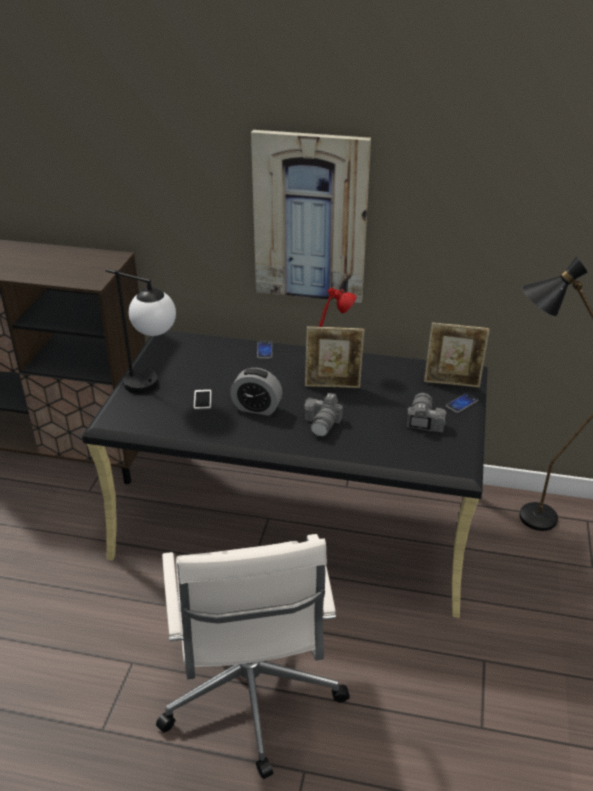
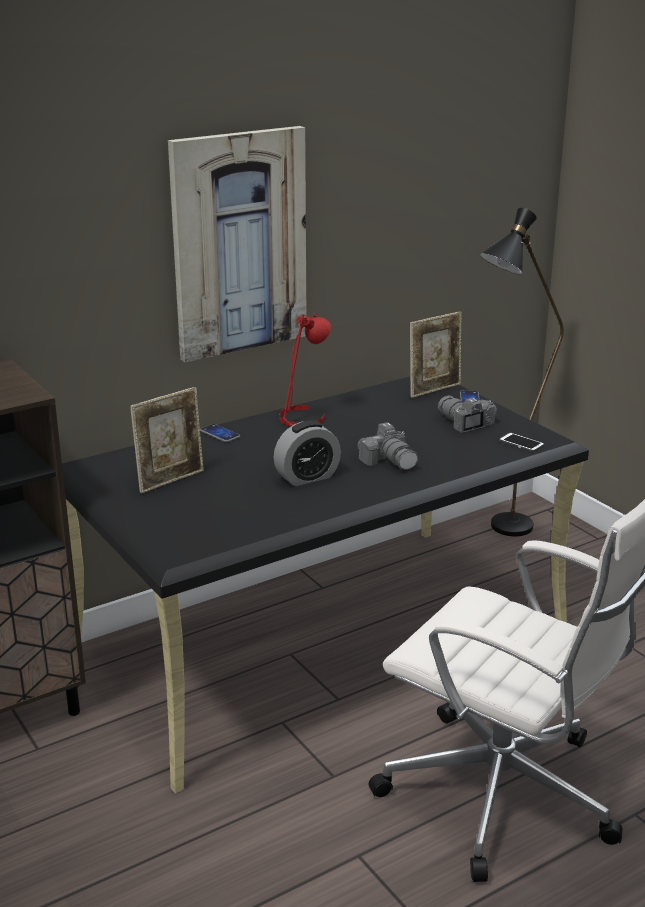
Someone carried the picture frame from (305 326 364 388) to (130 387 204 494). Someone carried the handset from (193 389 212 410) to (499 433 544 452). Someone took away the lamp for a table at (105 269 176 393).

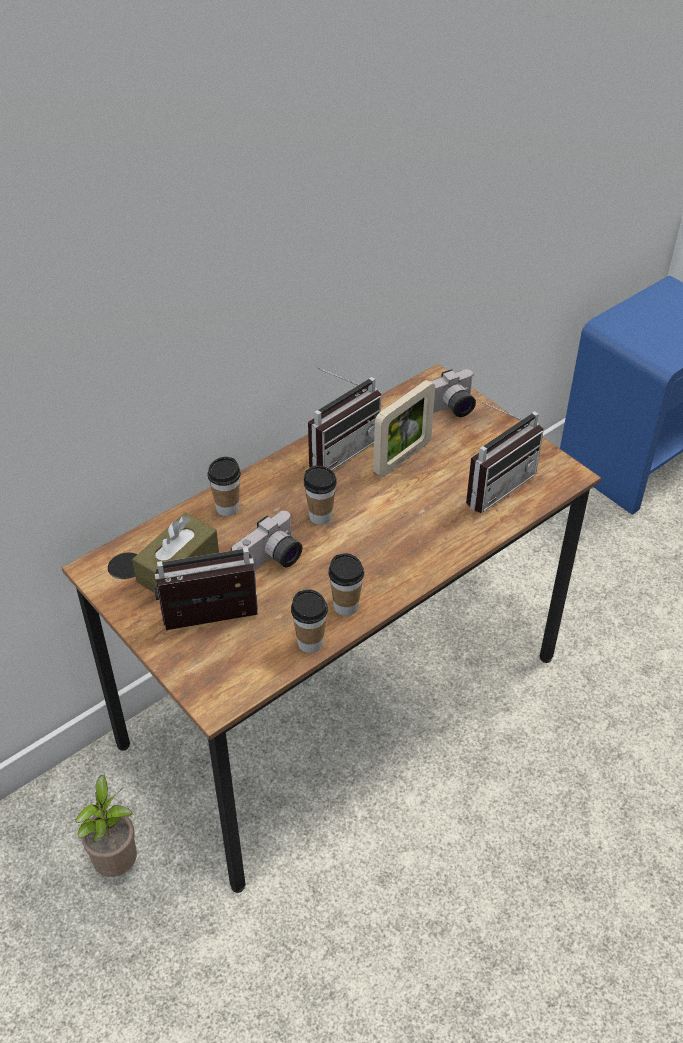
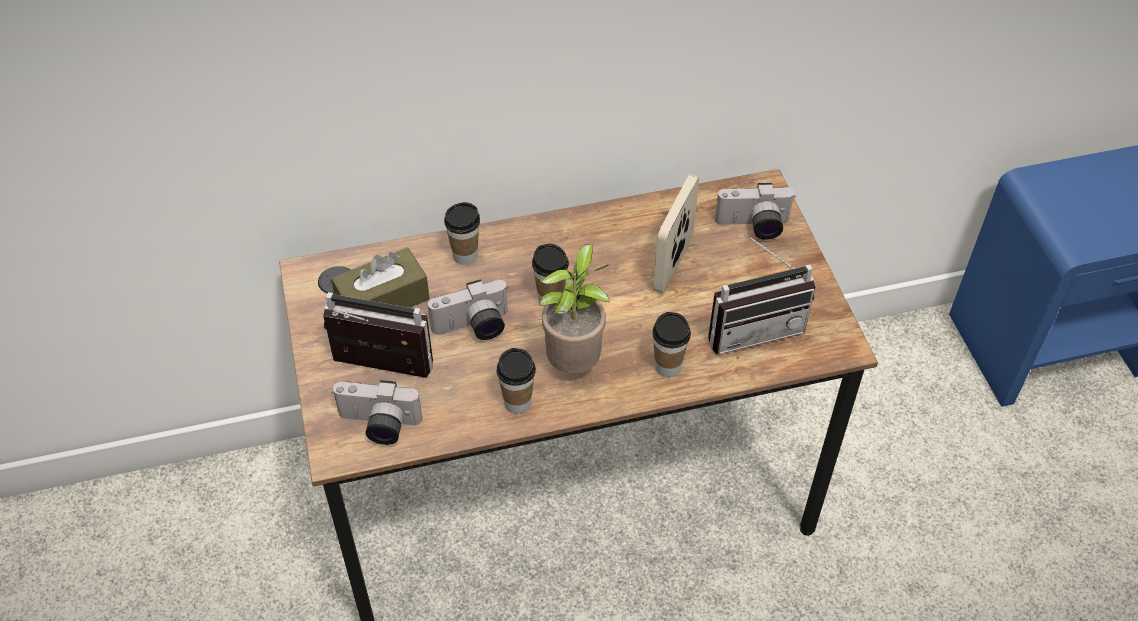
Someone put down the still camera at (333 380 422 445). Someone carried the potted plant from (74 775 137 877) to (539 244 610 373). Someone carried the small cup from (291 589 328 653) to (652 312 691 377). Someone rotated the picture frame at (373 380 435 477) by 135 degrees clockwise. Someone took away the radio receiver at (308 367 381 470).

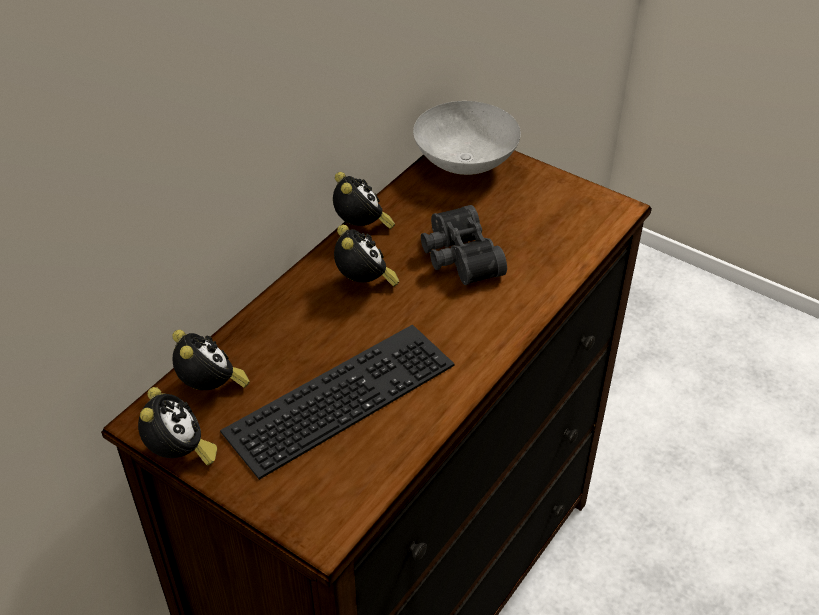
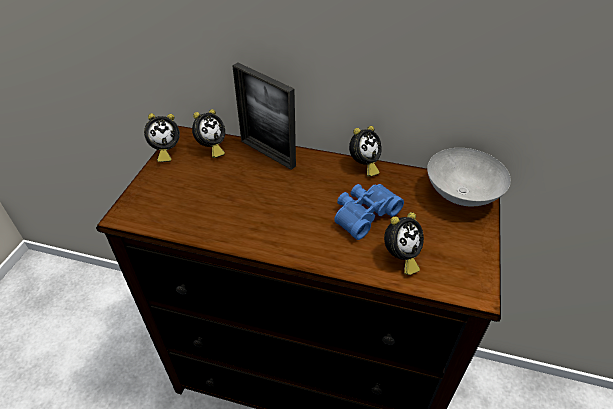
Someone put down the picture frame at (232 63 296 170). Someone repainted the blackish pair of binoculars at (421 205 507 285), which became the blue pair of binoculars at (334 184 404 240). Someone carried the bedside clock from (334 224 399 287) to (384 212 424 275). Someone took away the computer keyboard at (220 324 454 480).

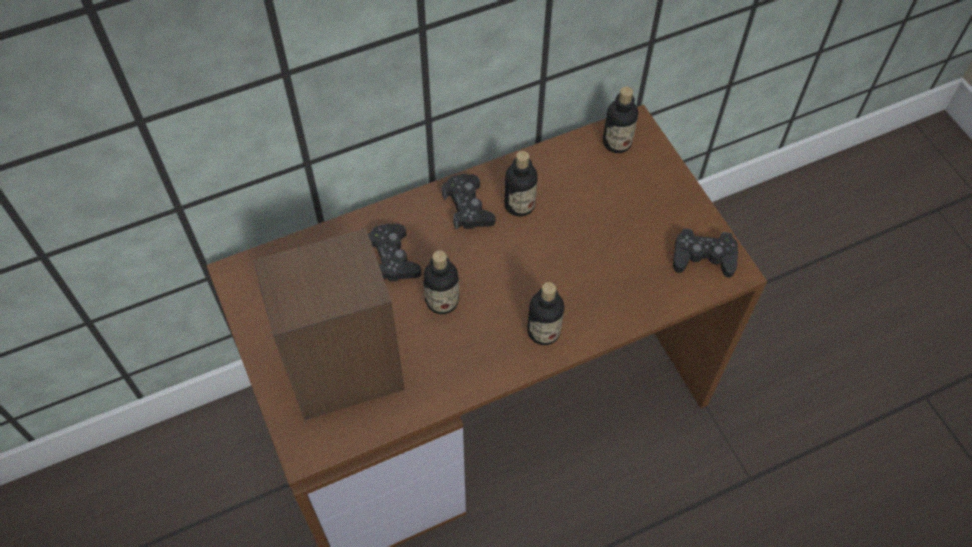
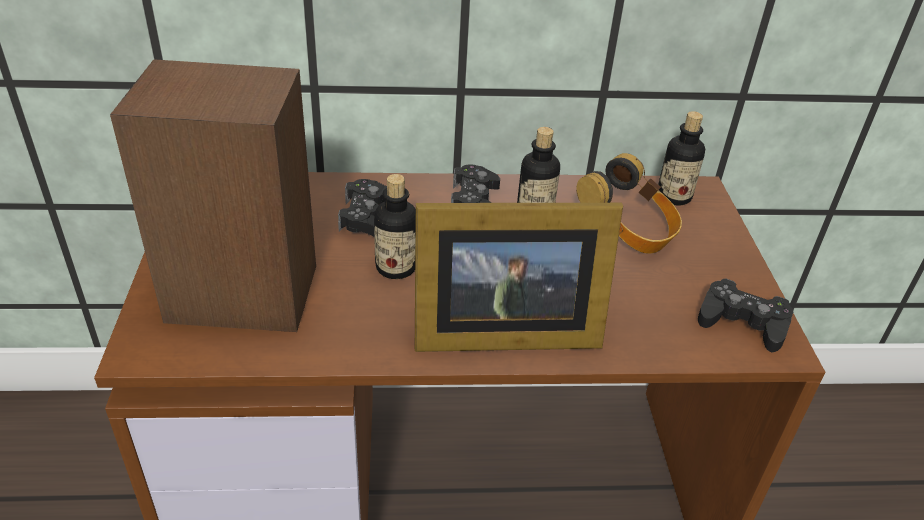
Someone swapped the drink bottle at (527 282 564 345) for the picture frame at (415 203 623 352). Someone put down the pair of headphones at (576 153 682 254).

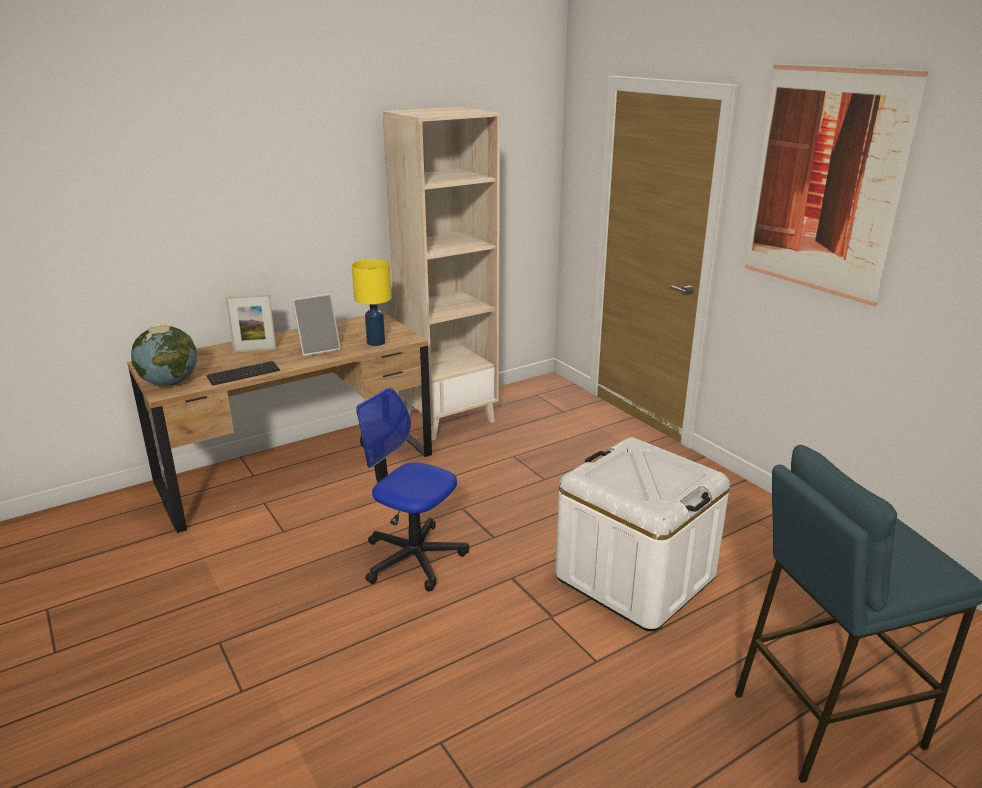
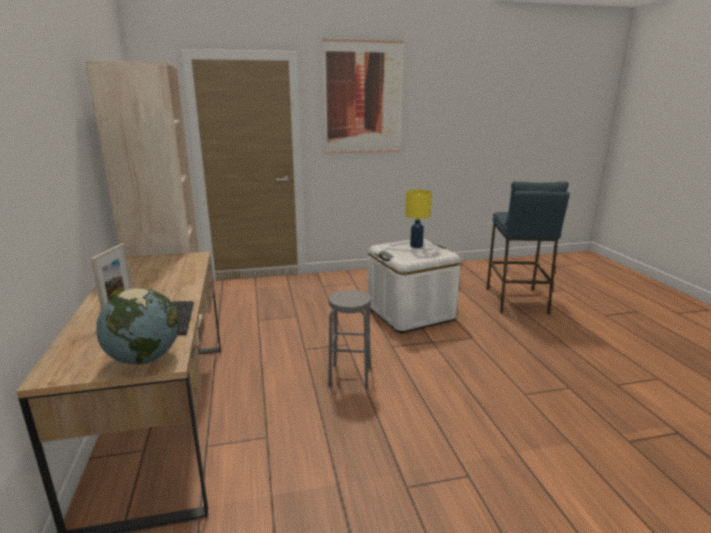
Someone swapped the office chair at (356 388 469 591) for the grey stool at (328 290 371 390). Someone carried the yellow-coloured lamp for a table from (352 259 392 346) to (405 190 432 248). Someone took away the picture frame at (292 294 341 356).

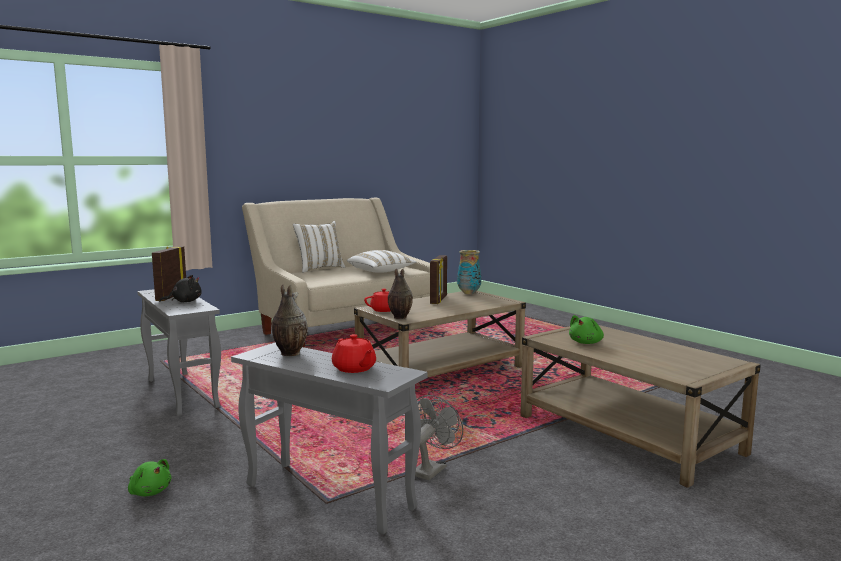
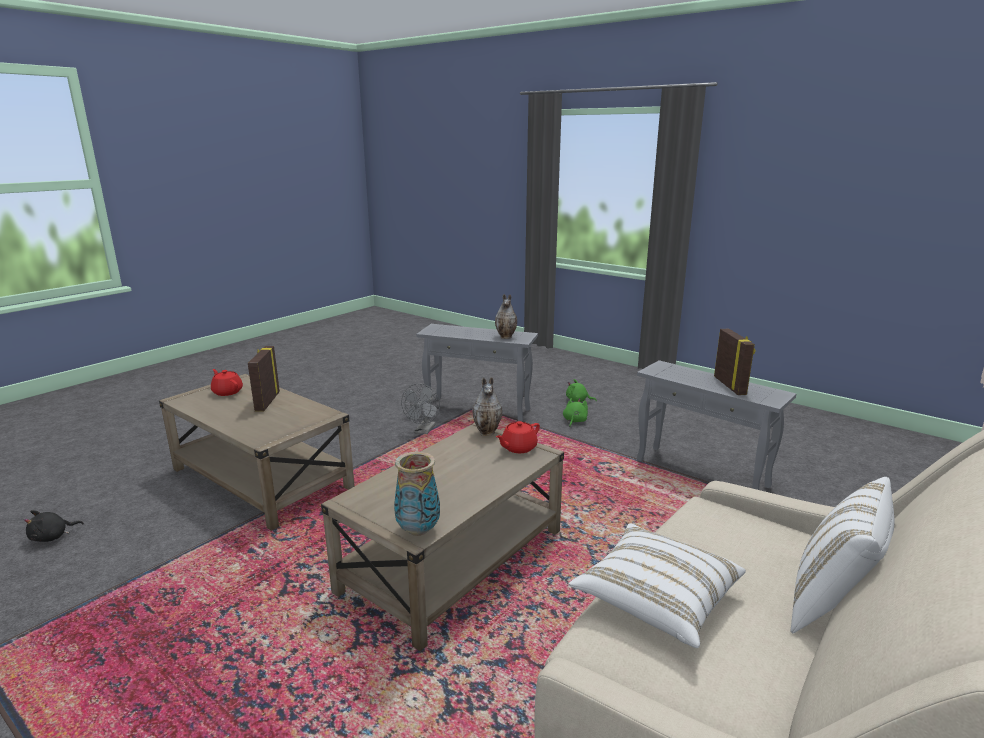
Someone carried the blackish plush toy from (159 275 202 303) to (24 510 84 542). Someone carried the red tea pot from (332 334 376 373) to (211 369 243 396). Someone carried the picture frame from (430 255 447 304) to (248 346 280 411). Someone carried the green plush toy from (569 315 604 344) to (563 398 588 427).

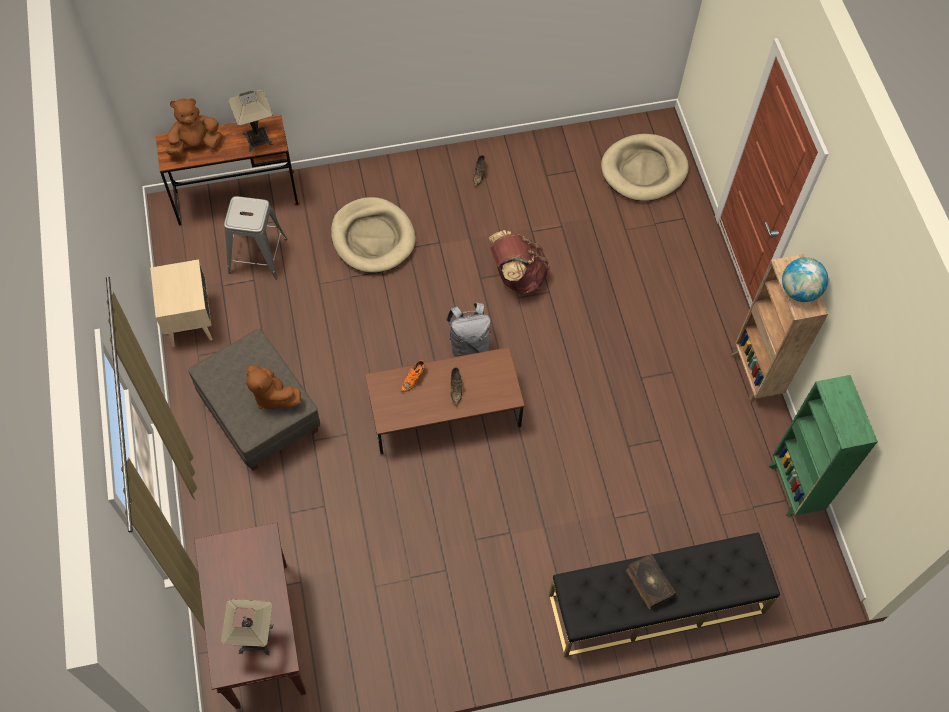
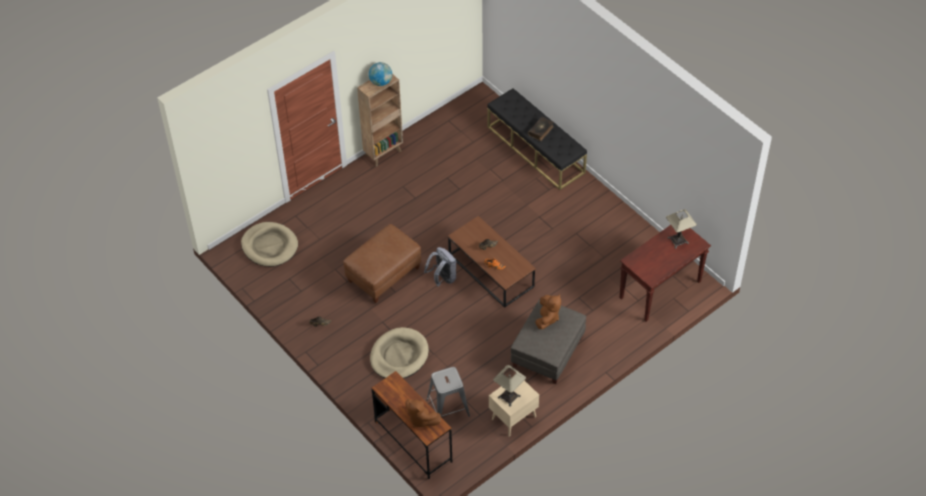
Someone swapped the brown backpack at (488 230 550 295) for the brown pouffe at (343 224 421 303). Someone carried the lamp for a table from (228 90 273 152) to (493 365 526 407). Someone took away the green bookcase at (768 375 878 518).

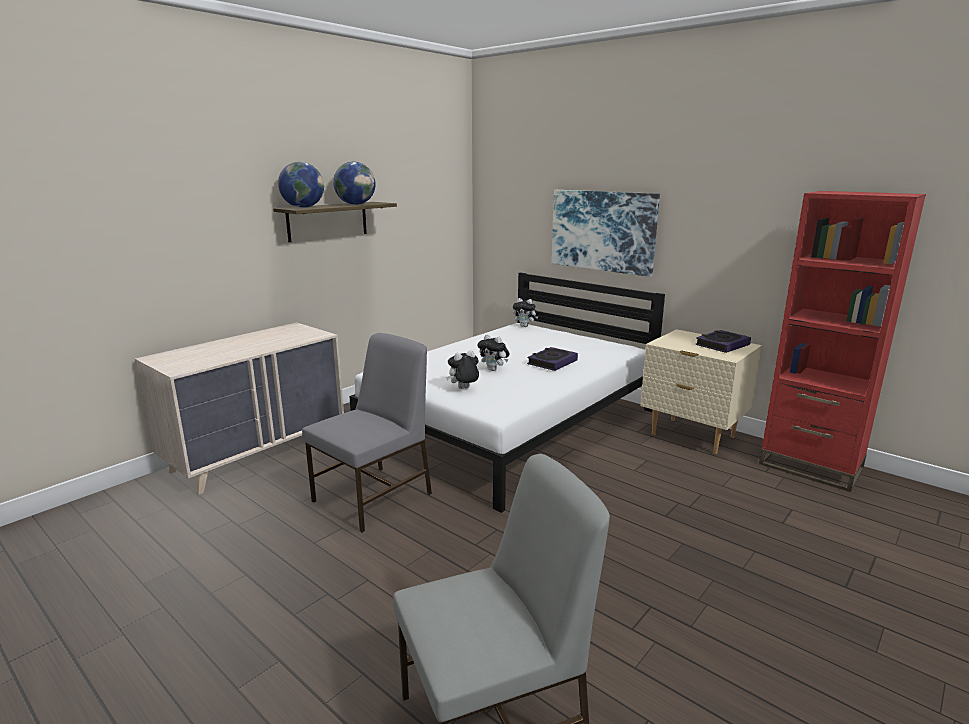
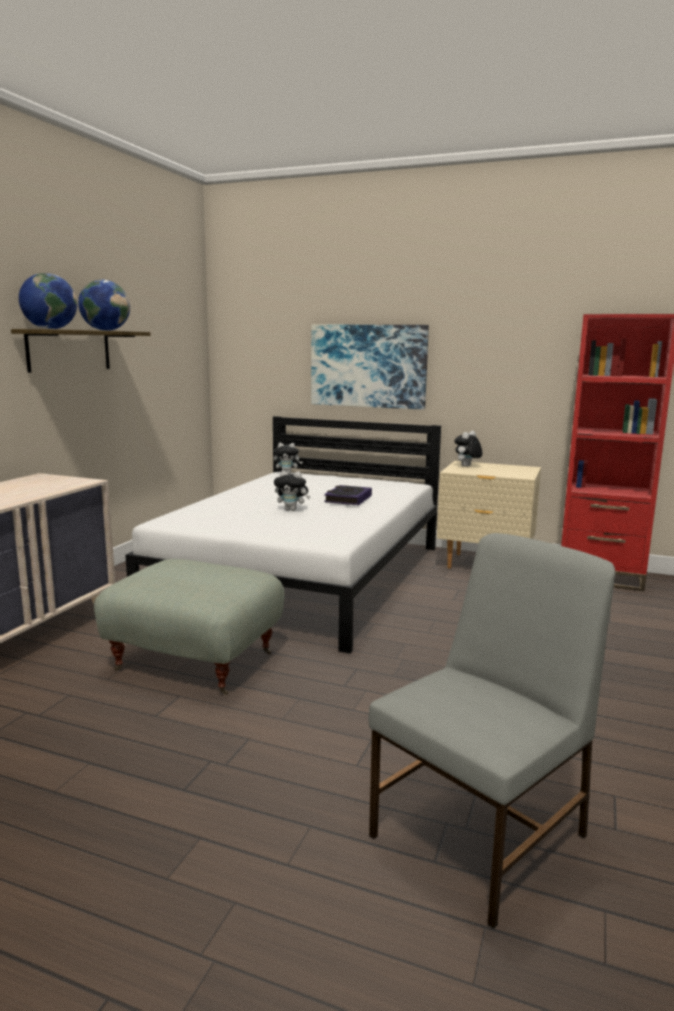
Someone swapped the grey plain chair at (302 333 432 532) for the grey pouffe at (94 559 285 695). Someone carried the plush toy from (446 350 479 389) to (454 431 483 467). Someone took away the volume at (695 330 751 353).

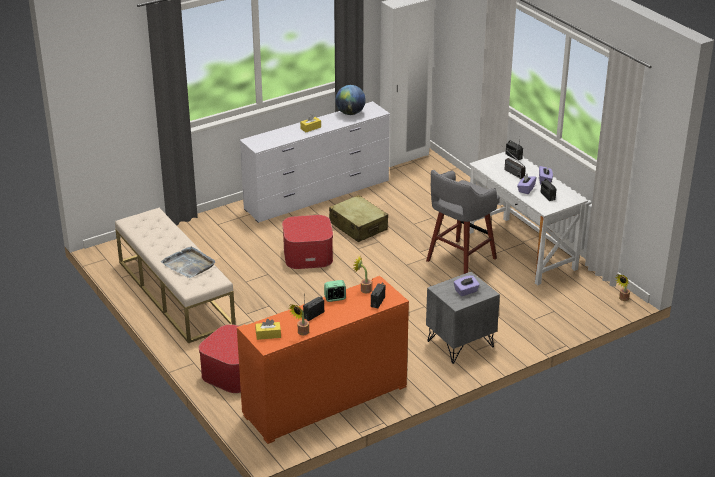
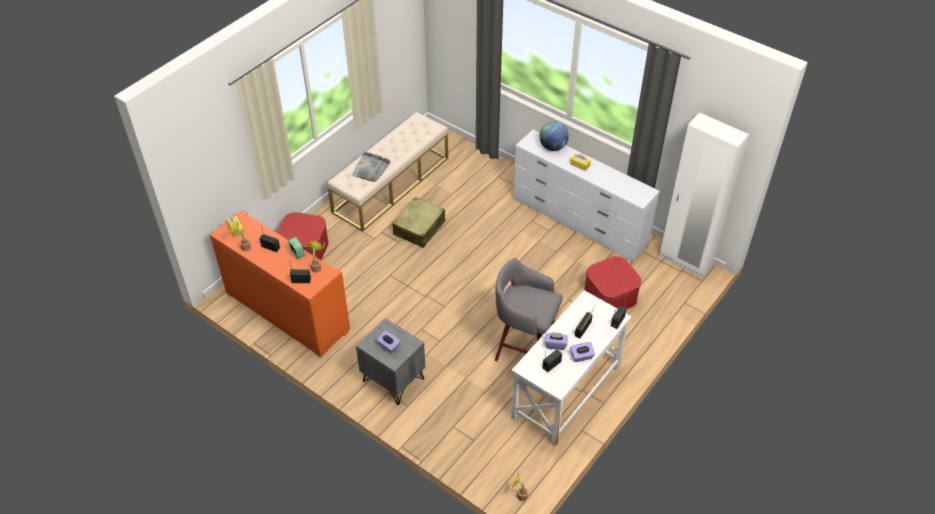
Someone carried the beige-coloured suitcase from (329 195 388 242) to (392 197 445 248). Someone carried the globe from (336 85 366 115) to (540 122 569 151). Someone carried the pouffe from (282 215 333 269) to (584 256 642 310).

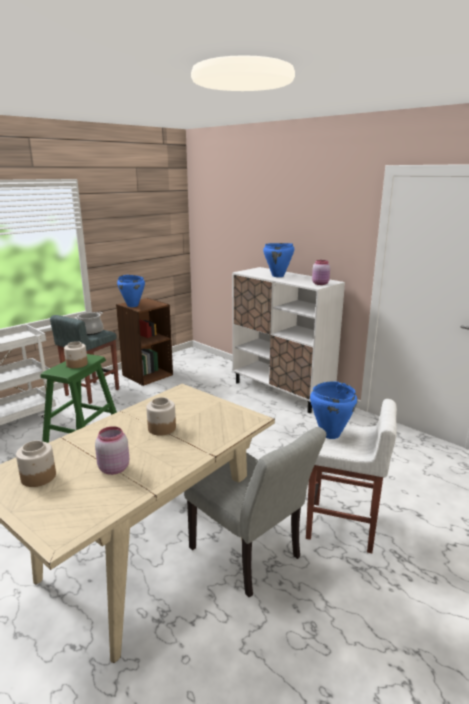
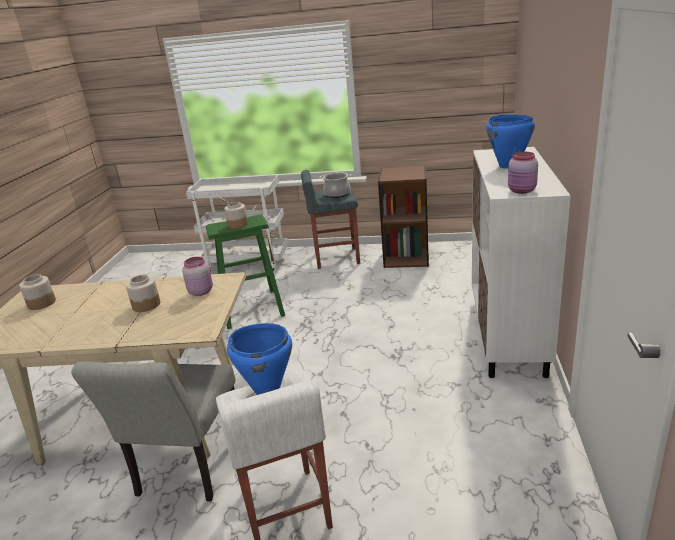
Someone carried the pinkish jar from (95 426 129 475) to (182 257 213 296). Someone took away the blue stockpot at (117 275 145 307).

